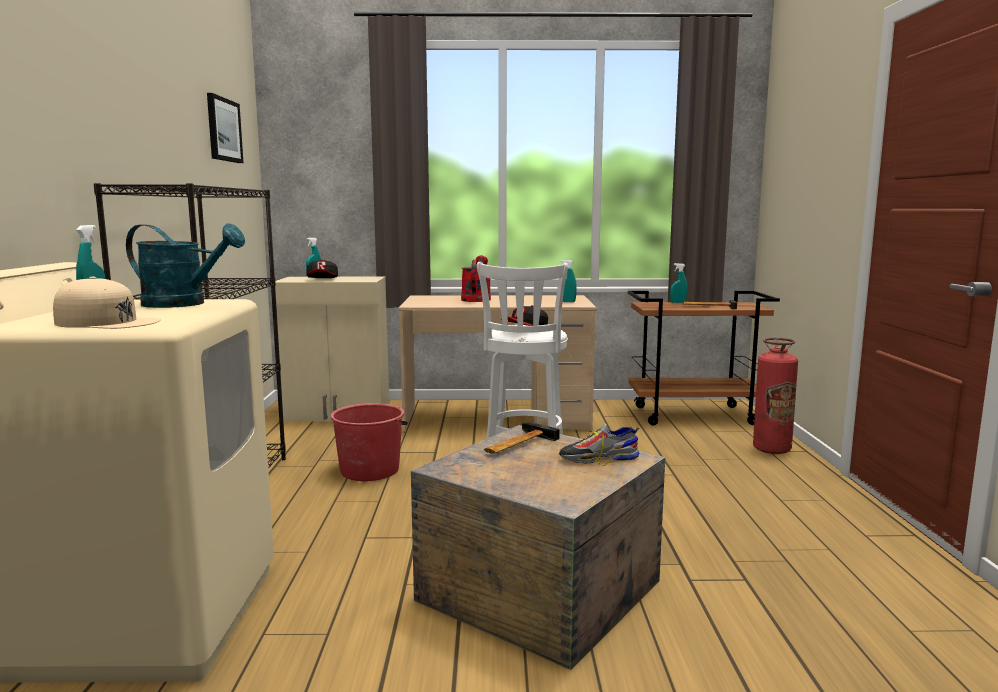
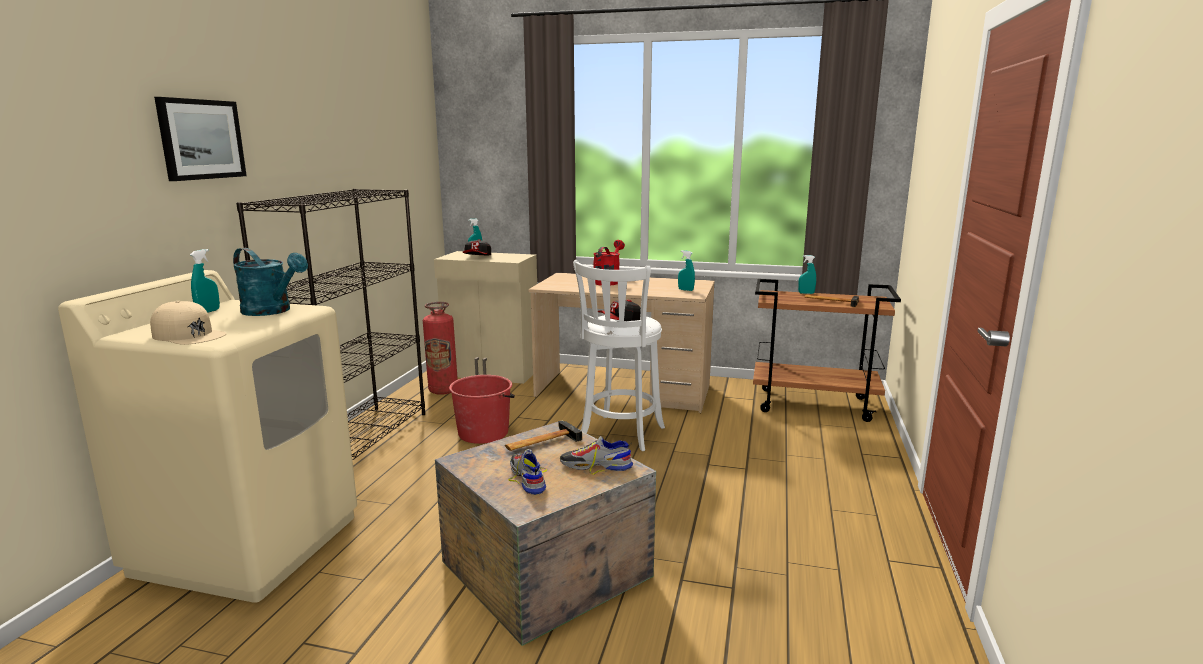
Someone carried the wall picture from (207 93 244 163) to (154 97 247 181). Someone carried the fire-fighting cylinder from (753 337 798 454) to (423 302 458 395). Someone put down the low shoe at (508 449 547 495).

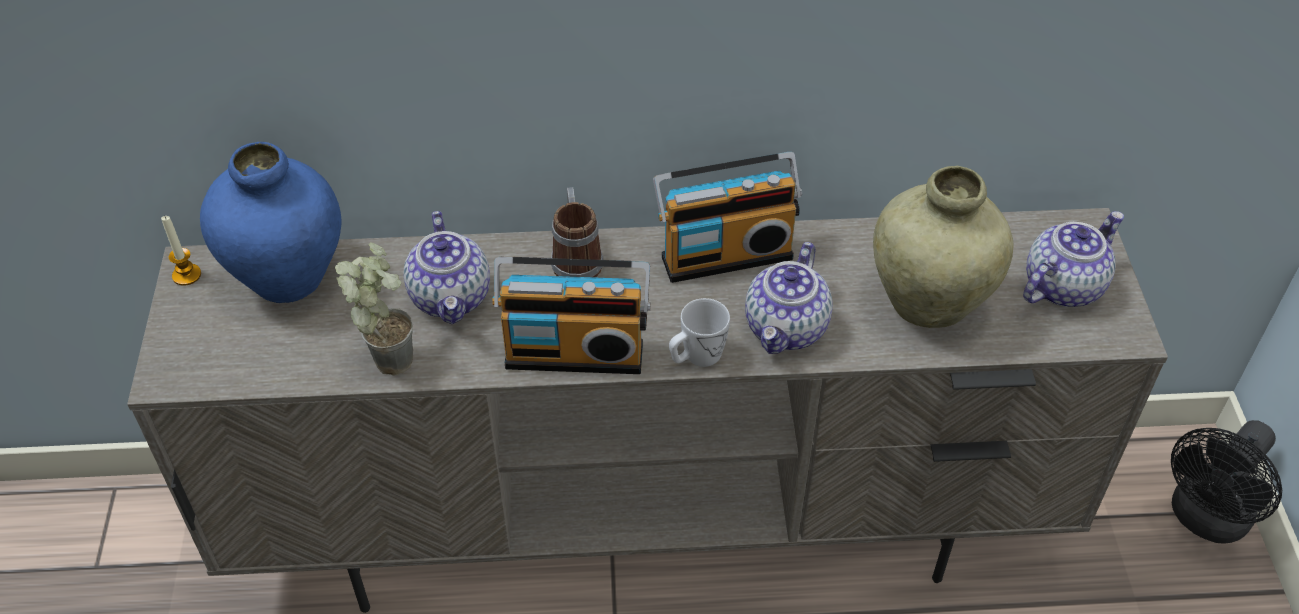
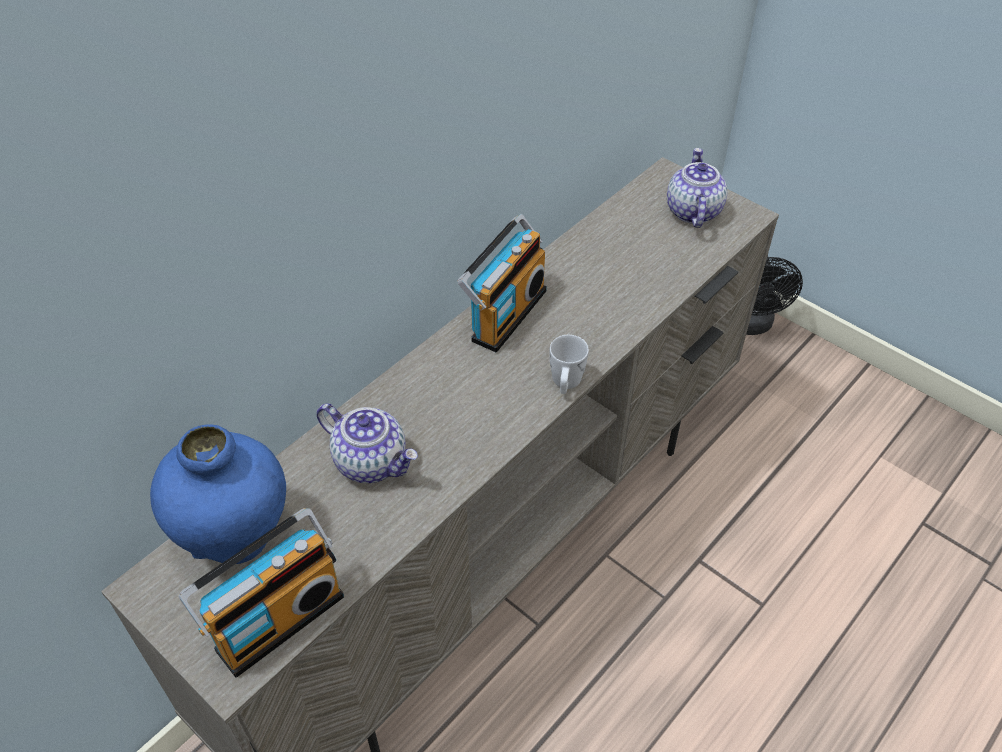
Someone carried the radio receiver from (492 256 651 374) to (178 508 344 678). Someone took away the wax candle at (161 216 201 286). Someone took away the potted plant at (335 242 413 376). Someone took away the tea mug at (551 187 603 278). Someone took away the tea pot at (745 242 833 354). Someone took away the beige-coloured vase at (873 166 1014 328).

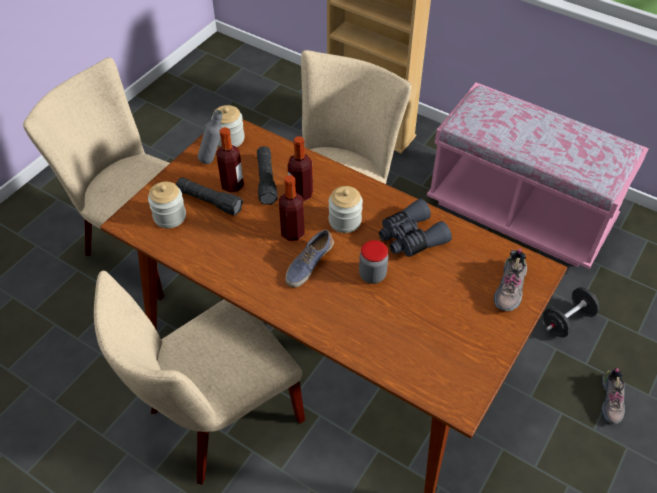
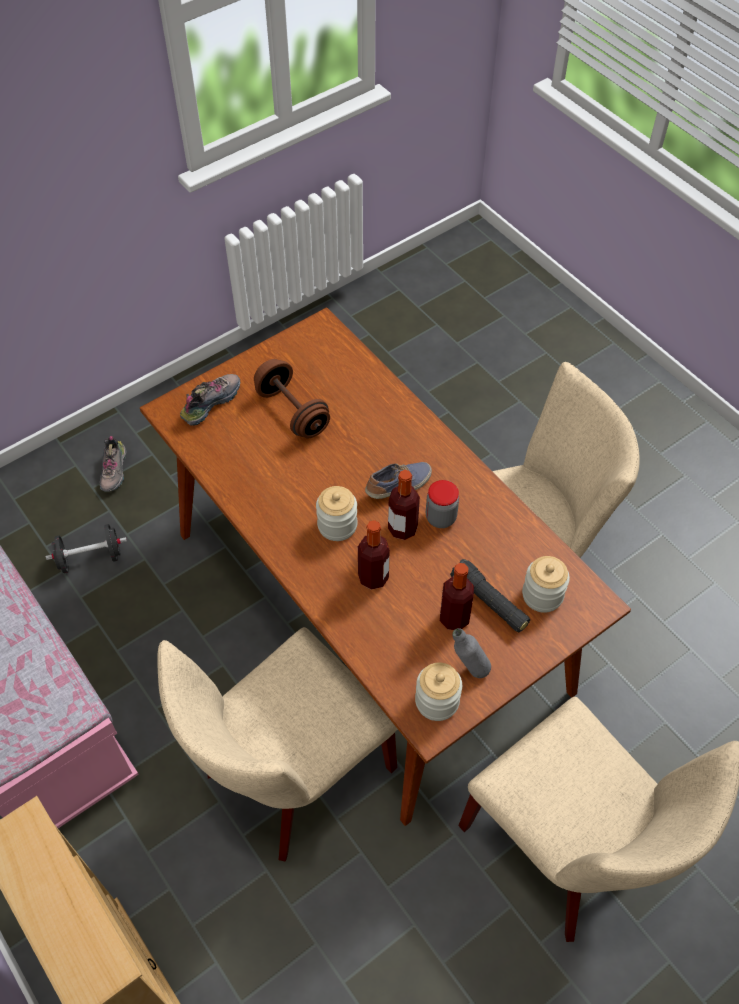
Someone rotated the low shoe at (601 368 625 424) by 150 degrees clockwise. Someone put down the brown hand weight at (254 359 330 438). Someone carried the jar from (359 240 388 284) to (426 480 459 528). Someone took away the blackish flashlight at (257 146 278 205). Someone took away the grey pair of binoculars at (379 199 452 257).

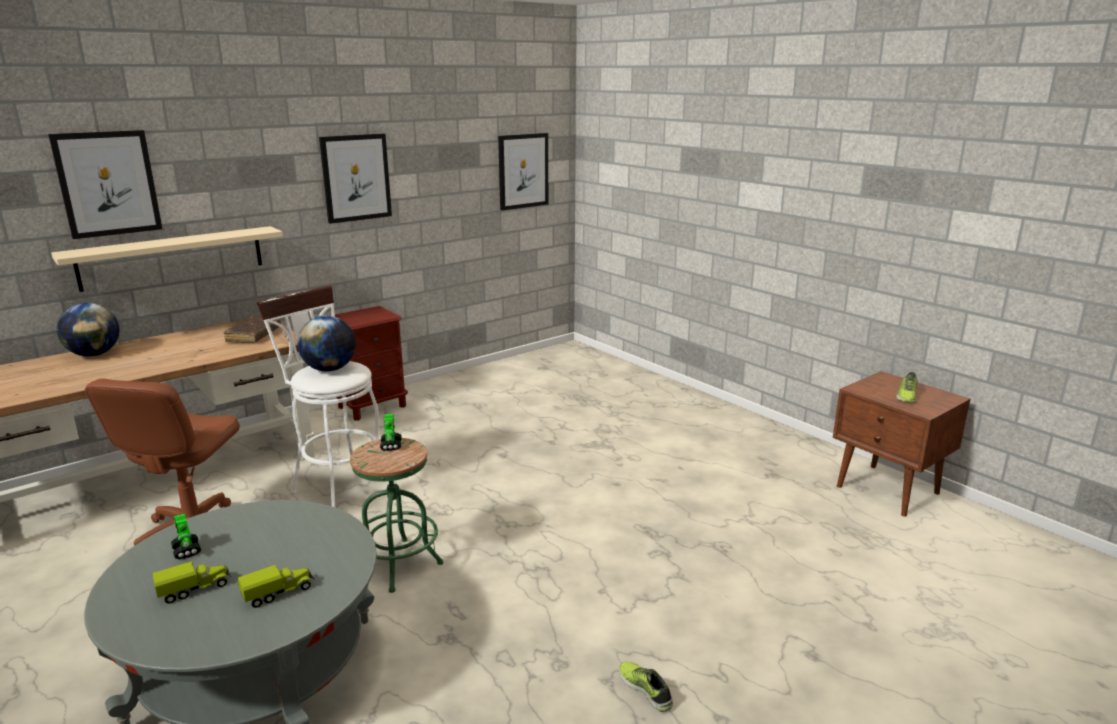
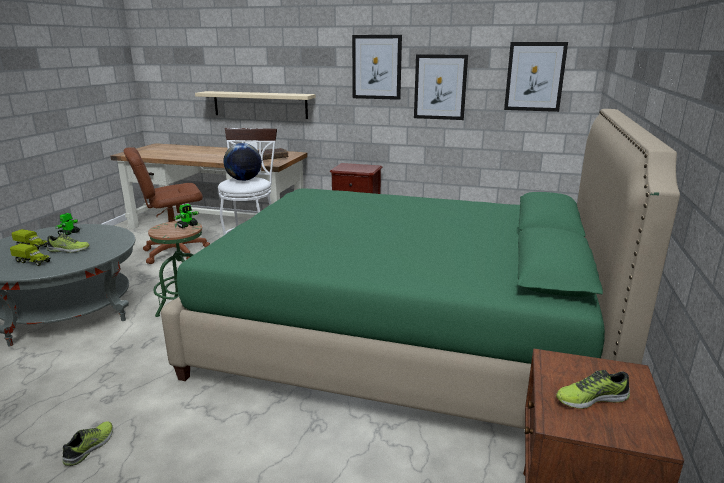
Someone put down the low shoe at (47 233 89 253). Someone put down the green sleeping bed at (161 109 680 429). Someone carried the wall picture from (48 130 162 239) to (414 54 468 120). Someone took away the globe at (57 303 120 356).

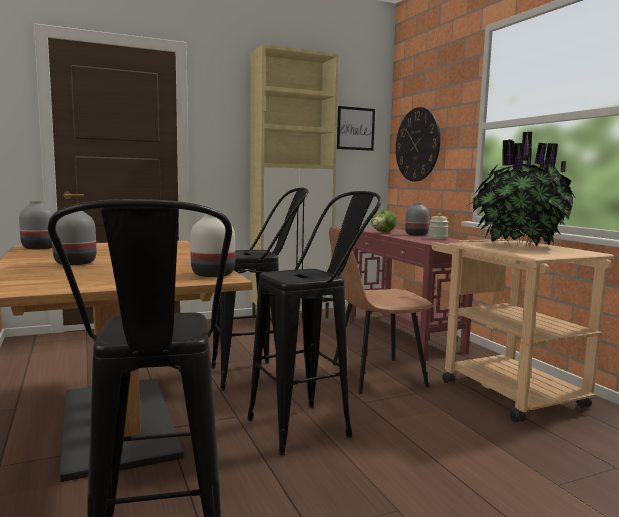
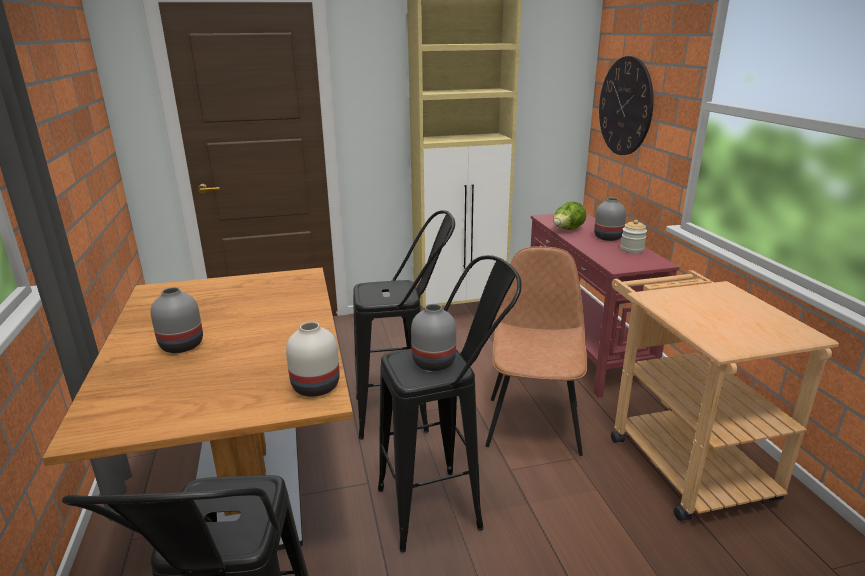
Someone carried the grey vase from (19 201 55 249) to (411 304 456 371). Someone rotated the brown plain chair at (329 226 433 394) by 105 degrees clockwise. Someone took away the wall picture at (337 106 375 151). Someone took away the potted plant at (470 132 575 247).

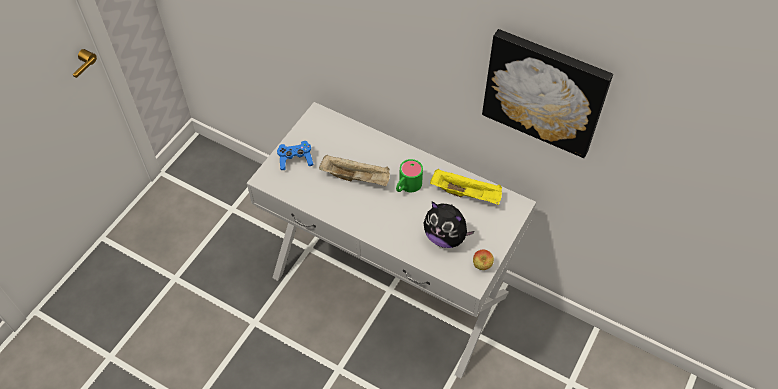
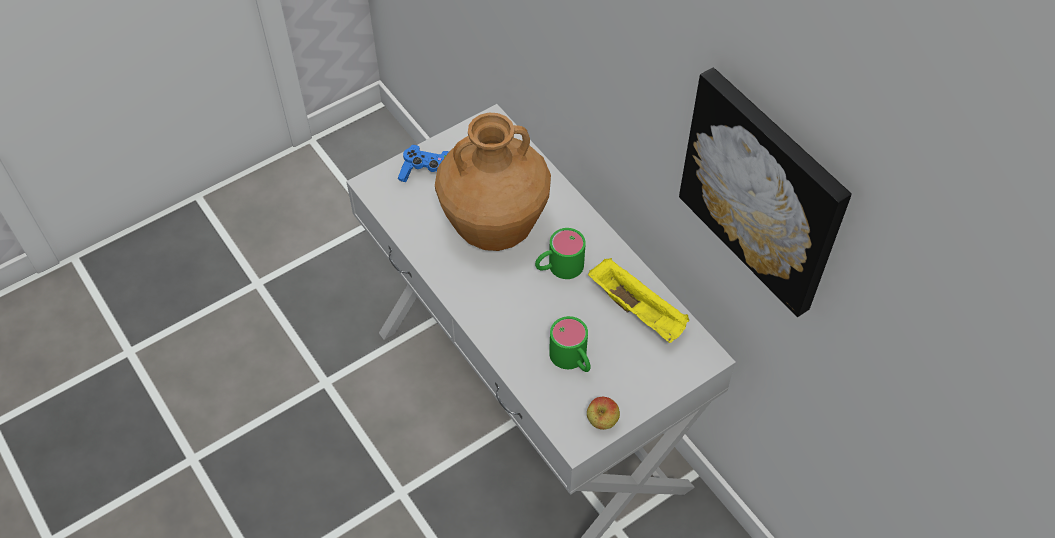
Someone swapped the beige-coloured carrying tray at (319 154 390 186) for the brown vase at (435 113 551 251). Someone swapped the plush toy at (423 201 475 248) for the green tea mug at (549 316 591 372).

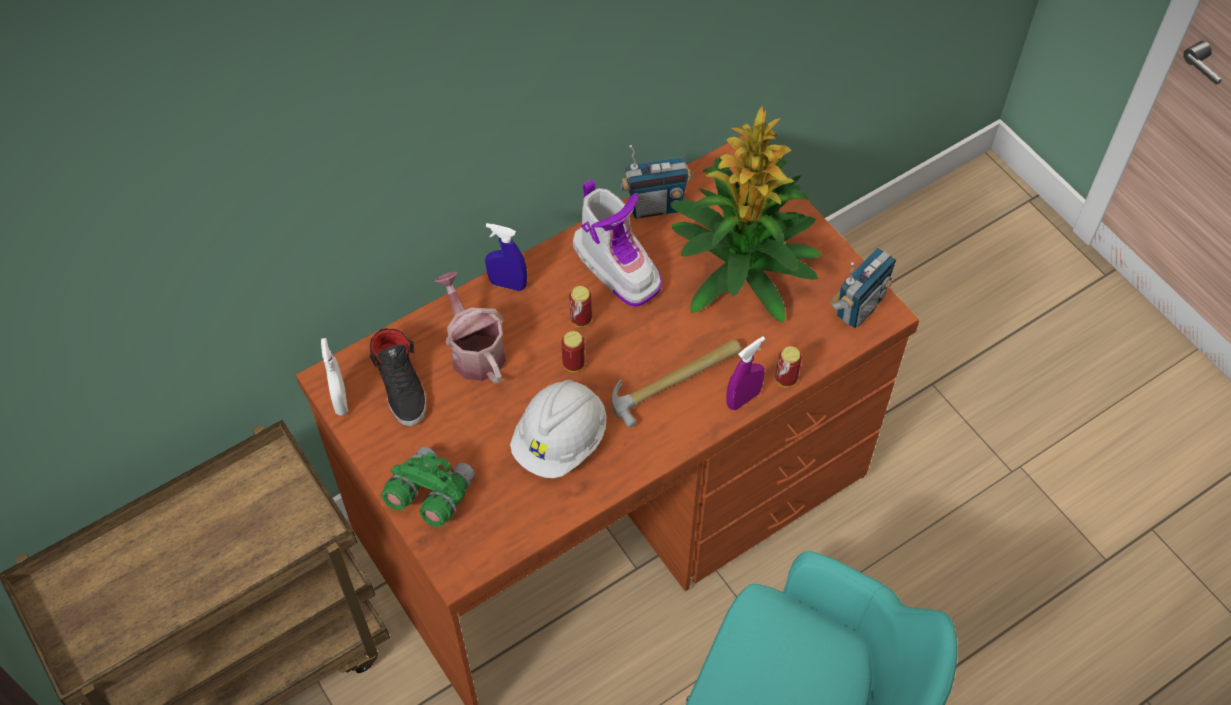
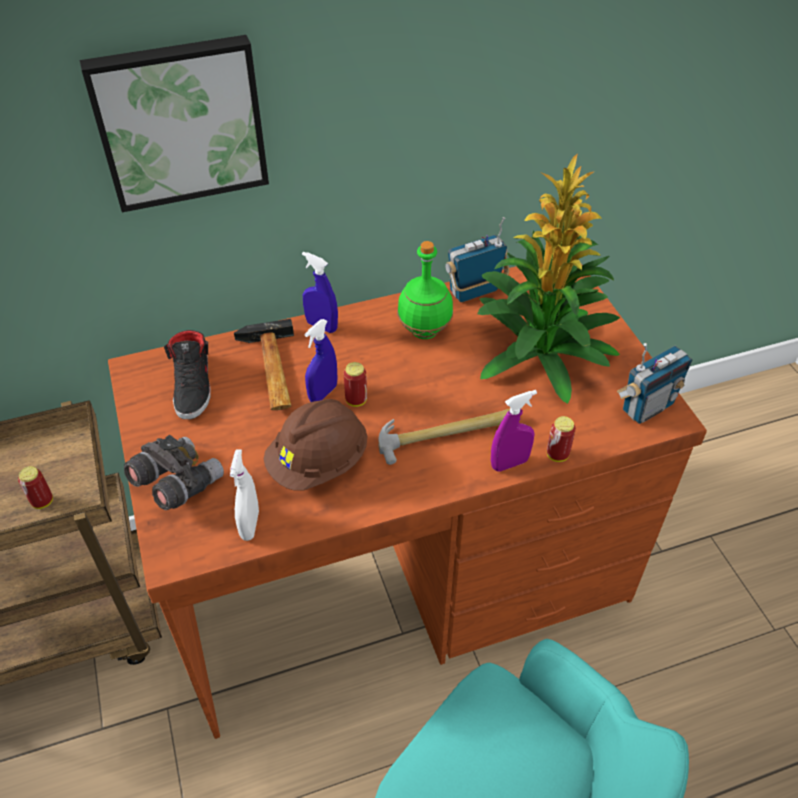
Someone carried the can from (569 286 592 327) to (18 466 53 509). Someone put up the wall picture at (80 35 269 212). Someone repainted the green pair of binoculars at (381 447 475 527), which became the grey pair of binoculars at (124 435 224 510). Someone carried the whitish spray bottle from (321 338 348 416) to (230 449 259 541). Someone swapped the sprinkling can at (434 272 506 384) for the hand hammer at (234 319 294 410). Someone repainted the whitish work helmet at (510 380 606 478), which became the brown work helmet at (264 399 368 491). Someone put down the blue spray bottle at (305 319 338 402). Someone swapped the high-top boot at (573 179 662 307) for the green drink bottle at (397 241 453 339). Someone rotated the radio receiver at (620 145 692 219) by 150 degrees clockwise.

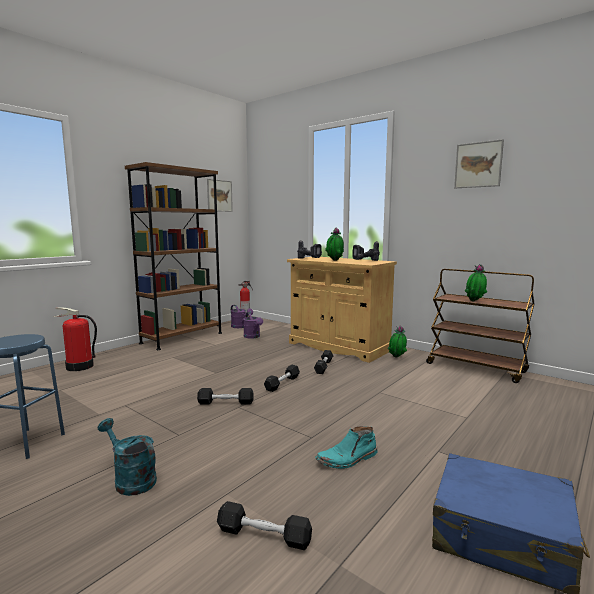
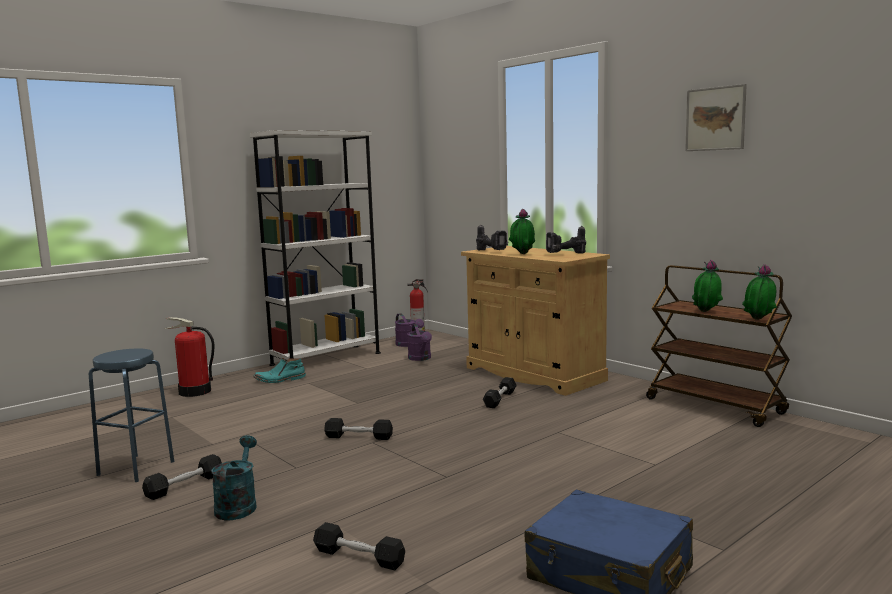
Someone carried the blackish hand weight from (264 365 300 392) to (142 454 222 500). Someone rotated the blue-green sprinkling can at (98 418 157 496) by 45 degrees clockwise. Someone repainted the brown bookcase at (125 162 222 350), which became the whitish bookcase at (250 130 381 366). Someone carried the blue-green high-top boot from (315 427 378 469) to (253 358 306 383). Someone carried the potted plant from (388 326 407 358) to (742 264 777 320). Someone took away the wall picture at (207 179 233 212).

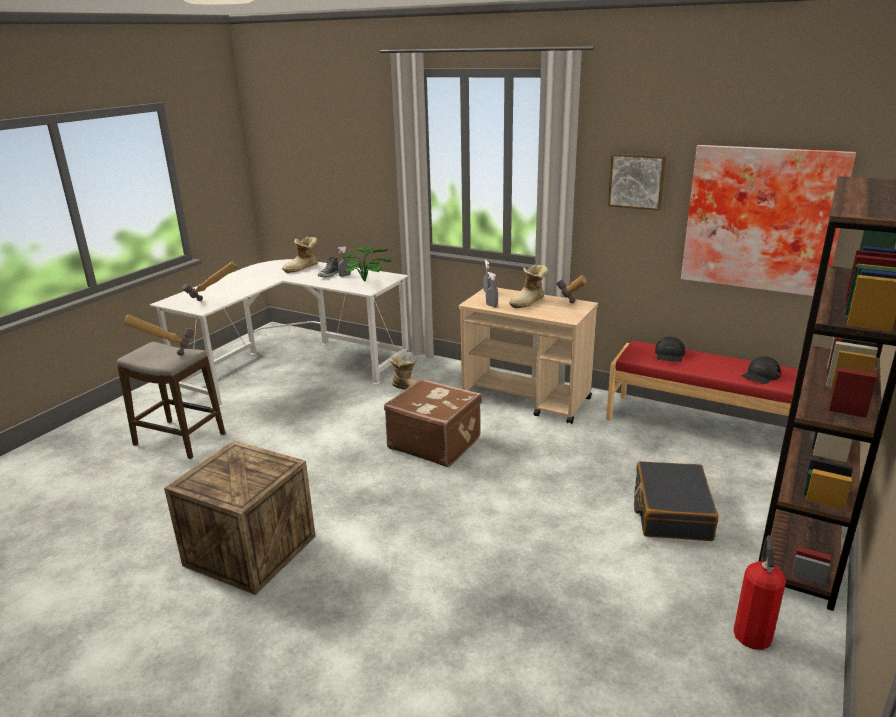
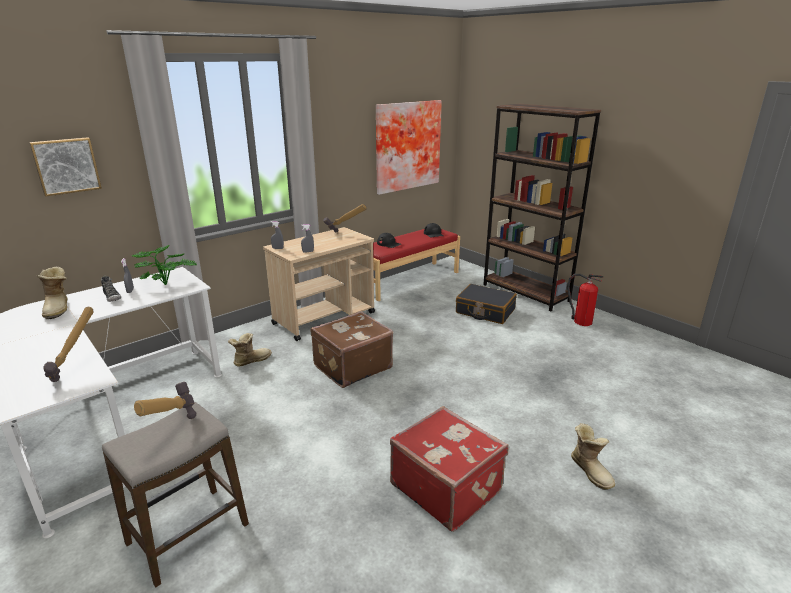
Someone carried the wall picture from (608 153 666 211) to (29 137 102 197). Someone swapped the shipping crate at (164 440 316 595) for the red suitcase at (390 406 509 532). Someone carried the high-top boot from (509 265 548 308) to (571 423 615 490).

